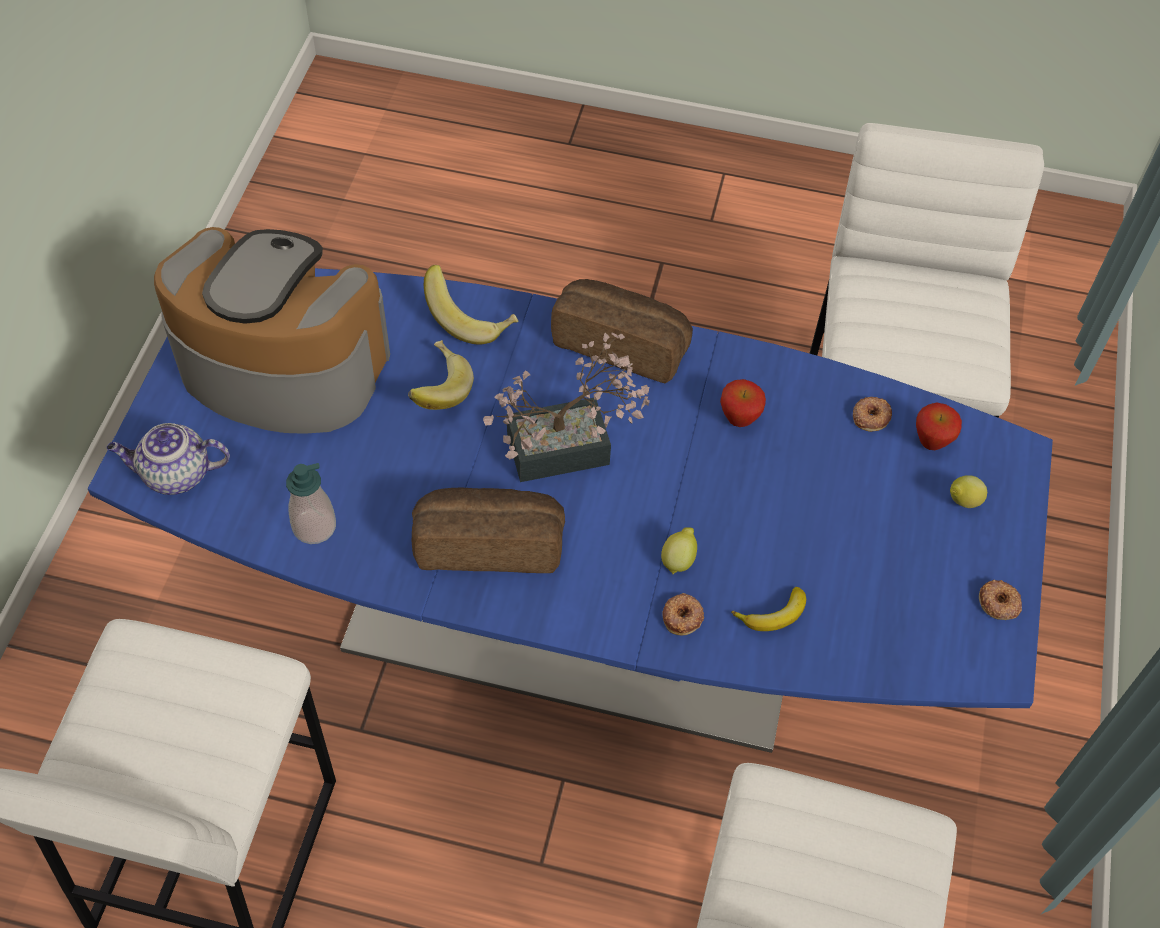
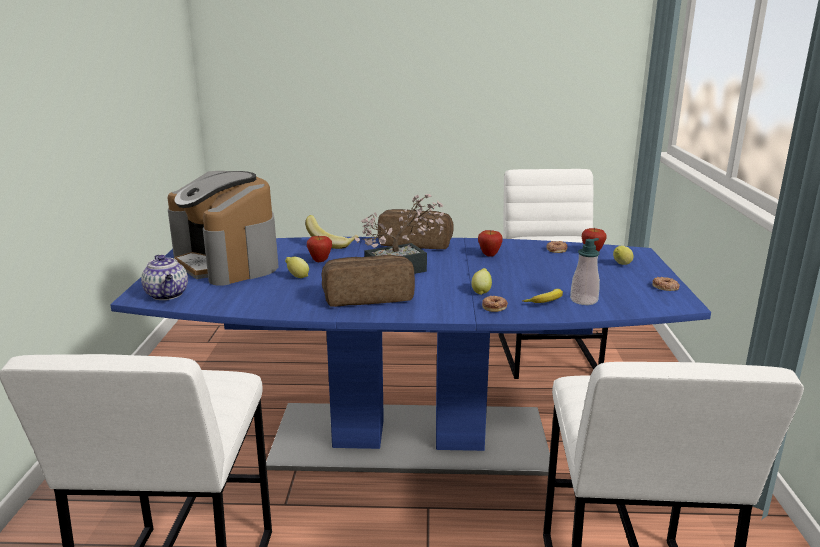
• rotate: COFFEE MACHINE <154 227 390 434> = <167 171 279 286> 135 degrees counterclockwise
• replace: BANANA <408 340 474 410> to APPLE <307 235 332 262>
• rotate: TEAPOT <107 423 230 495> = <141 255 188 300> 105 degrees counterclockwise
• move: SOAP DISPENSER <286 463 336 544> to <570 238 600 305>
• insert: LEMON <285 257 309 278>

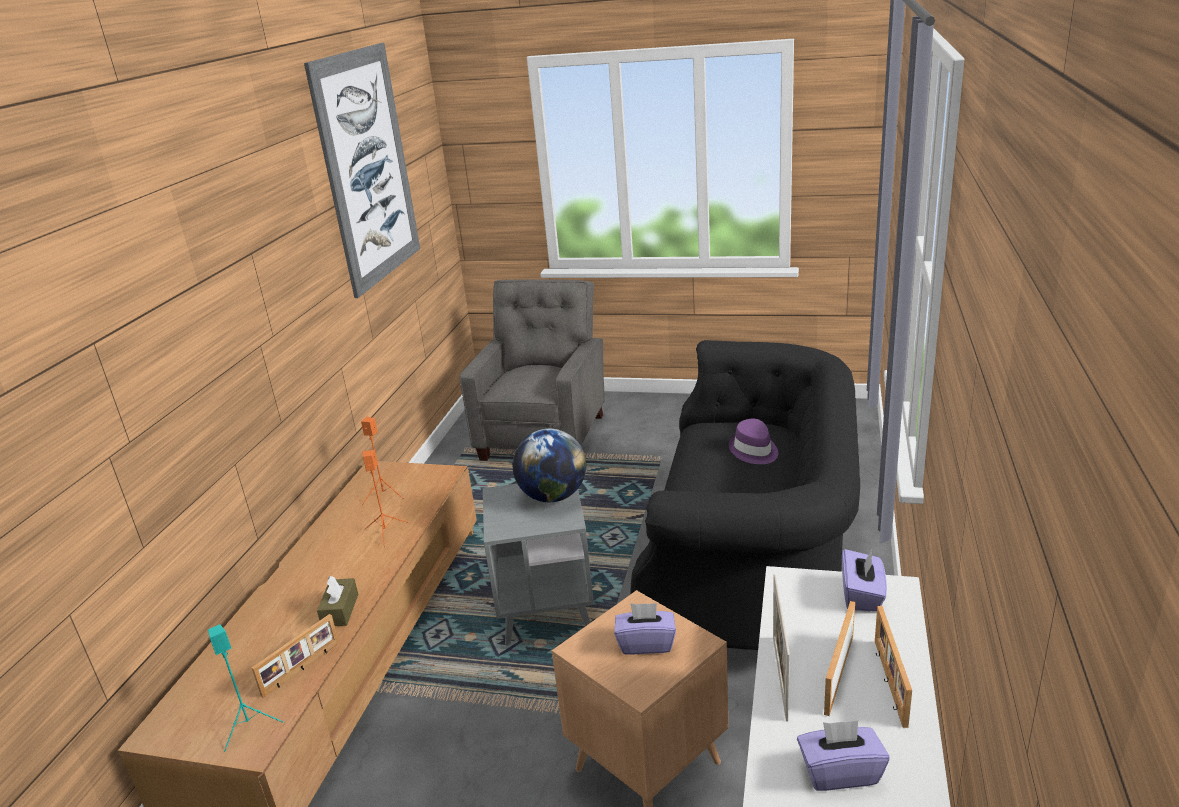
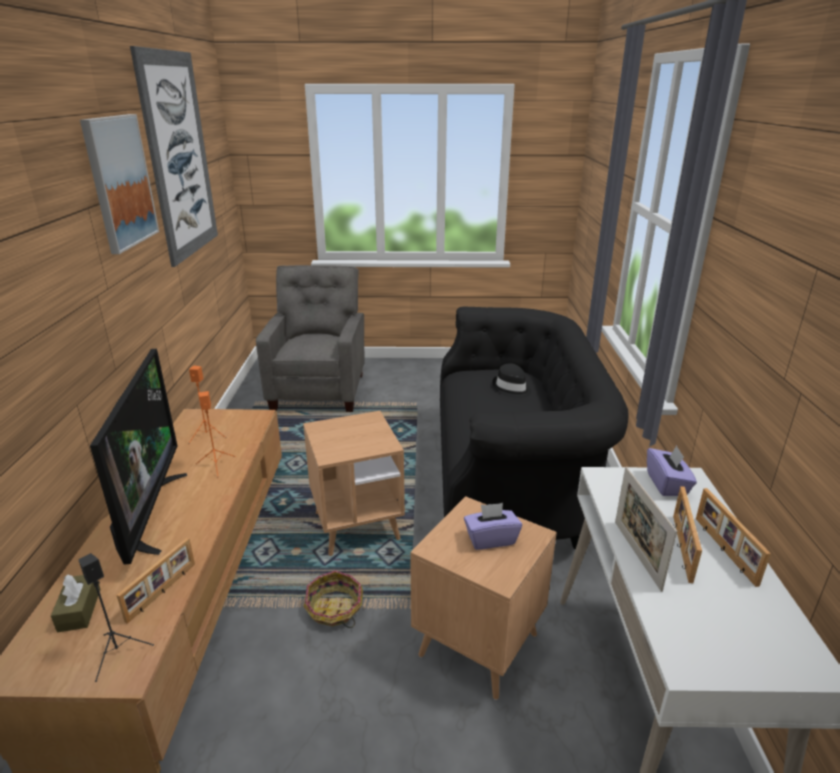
• recolor: PURPLE HAT <729 419 778 464> to BLACK HAT <492 363 531 398>
• delete: GLOBE <513 429 586 502>
• recolor: GREY SIDE TABLE <483 484 594 646> to BROWN SIDE TABLE <303 411 405 556>
• move: BROWN TISSUE BOX <317 576 358 626> to <51 575 101 633>
• recolor: TURQUOISE SPEAKER <208 624 283 751> to BLACK SPEAKER <78 553 154 682>
• delete: PURPLE TISSUE BOX <797 720 890 791>
• insert: PICTURE <80 114 159 254>
• insert: TELEVISION <90 349 187 565>
• insert: BASKET <304 570 363 628>

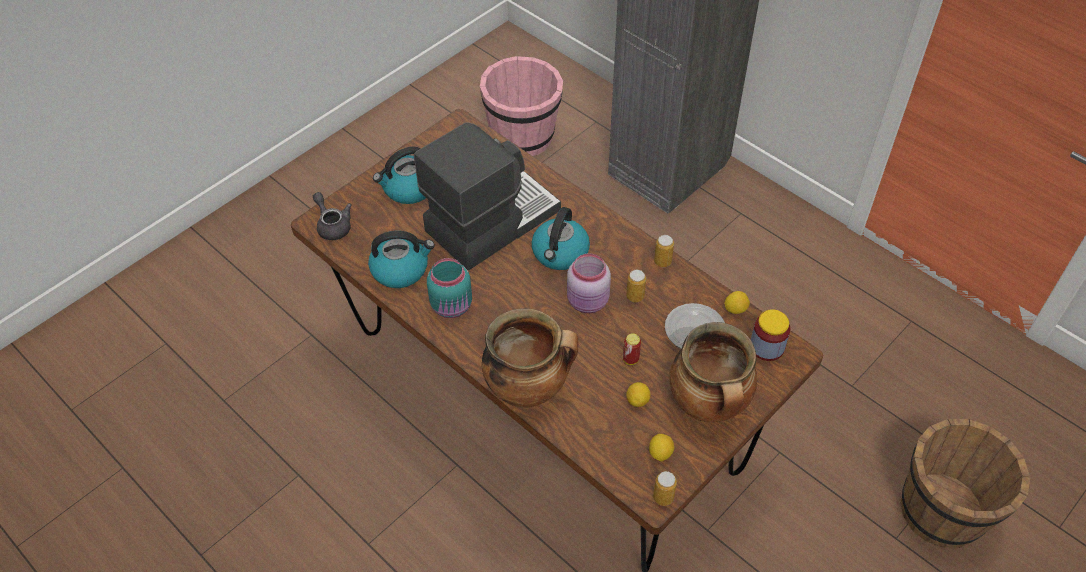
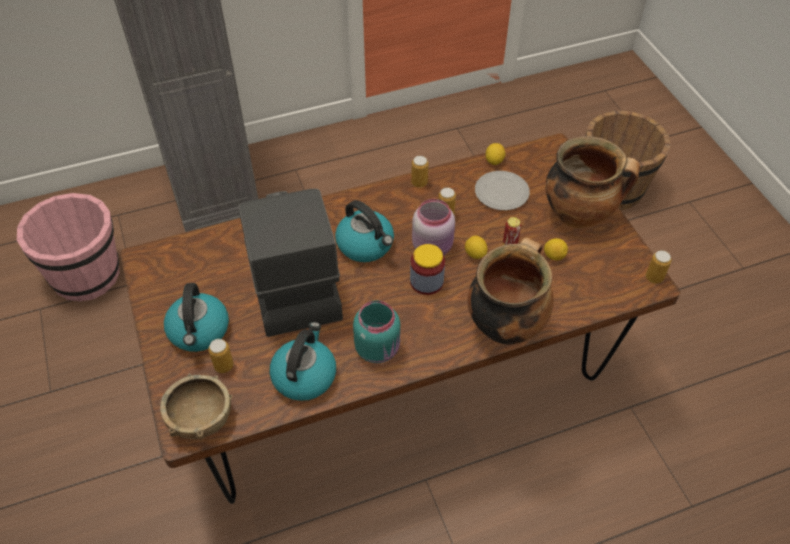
• replace: GREY TEAPOT <313 192 352 240> to BROWN BOWL <160 373 233 441>
• move: JAR <751 309 790 361> to <410 244 445 295>
• move: LEMON <649 434 674 461> to <465 236 487 259>
• insert: CAN <208 339 234 373>

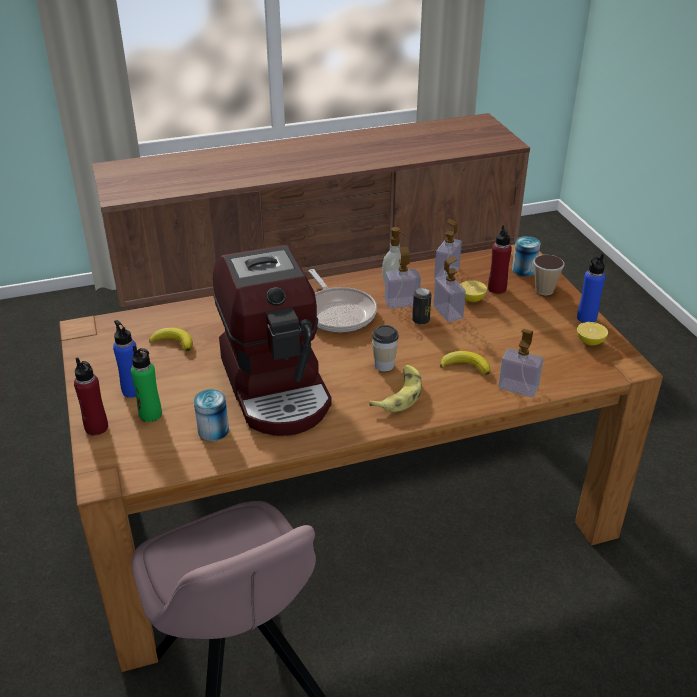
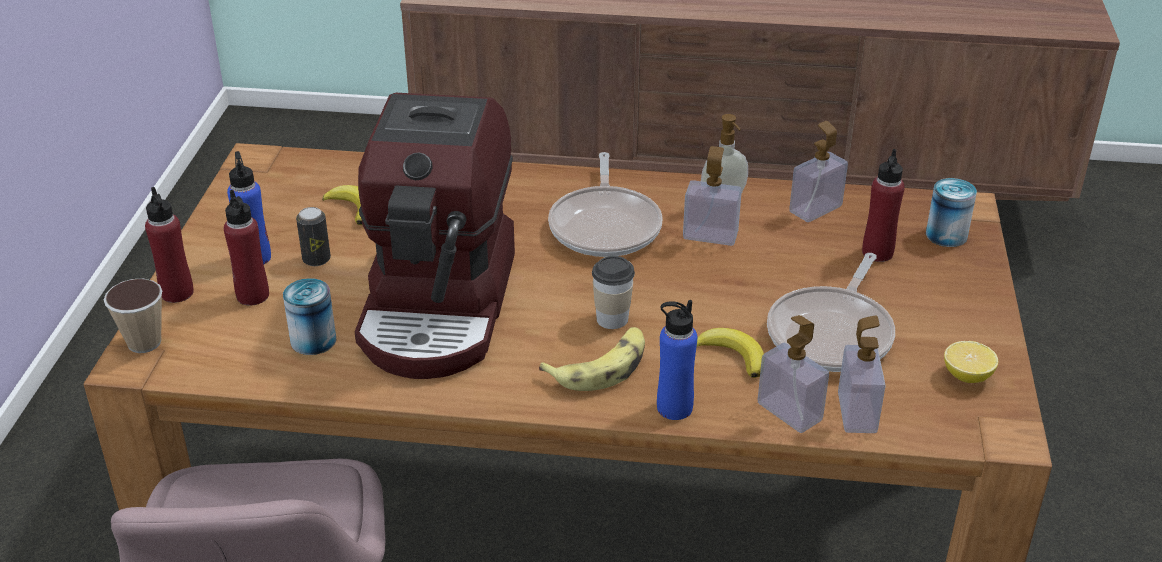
• move: BLUE BOTTLE <577 254 605 323> to <657 300 697 420>
• move: CUP <533 255 565 295> to <104 279 162 353>
• move: SOAP DISPENSER <433 256 466 322> to <838 315 886 433>
• delete: LEMON <460 280 487 302>
• move: CAN <412 288 431 325> to <296 207 331 266>
• recolor: GREEN BOTTLE <131 345 162 422> to RED BOTTLE <224 190 269 305>
• insert: FRYING PAN <767 253 895 372>

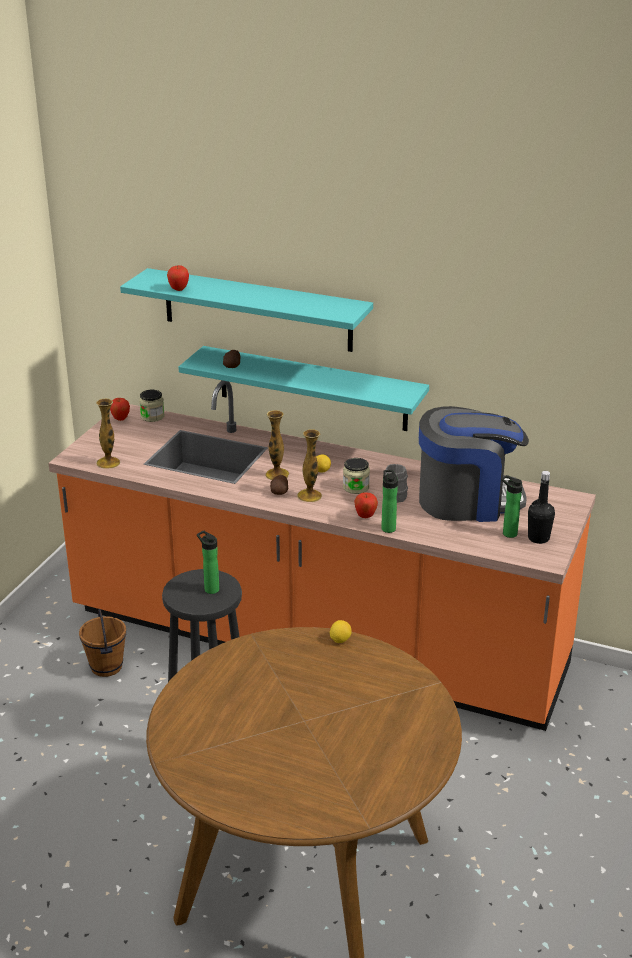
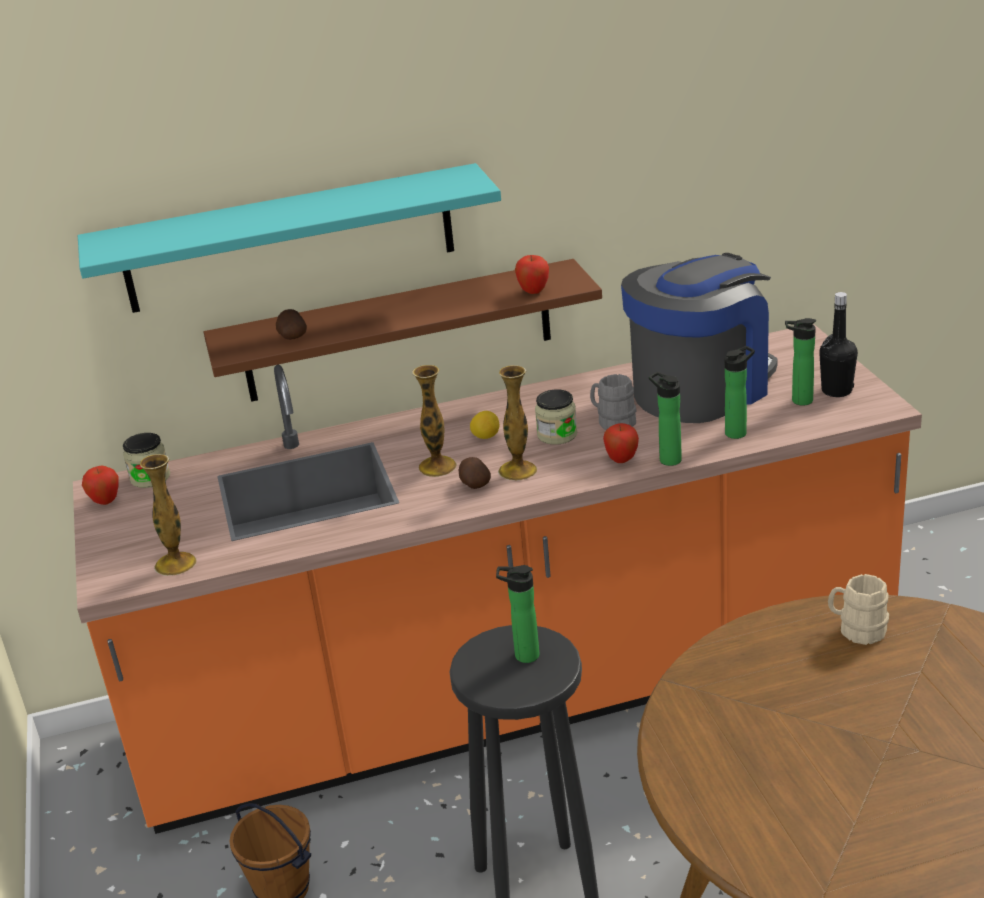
• move: APPLE <167 265 189 291> to <515 255 549 294>
• recolor: TURQUOISE SHELF <179 346 429 431> to BROWN SHELF <203 259 602 402>
• delete: LEMON <330 620 352 643>
• insert: BOTTLE <725 346 755 439>
• insert: BEIGE MUG <828 574 889 645>

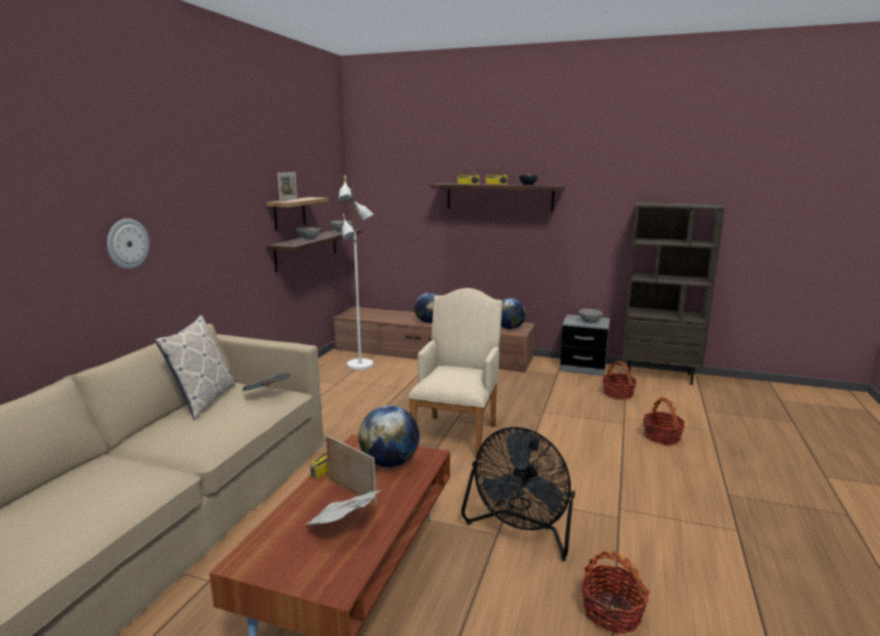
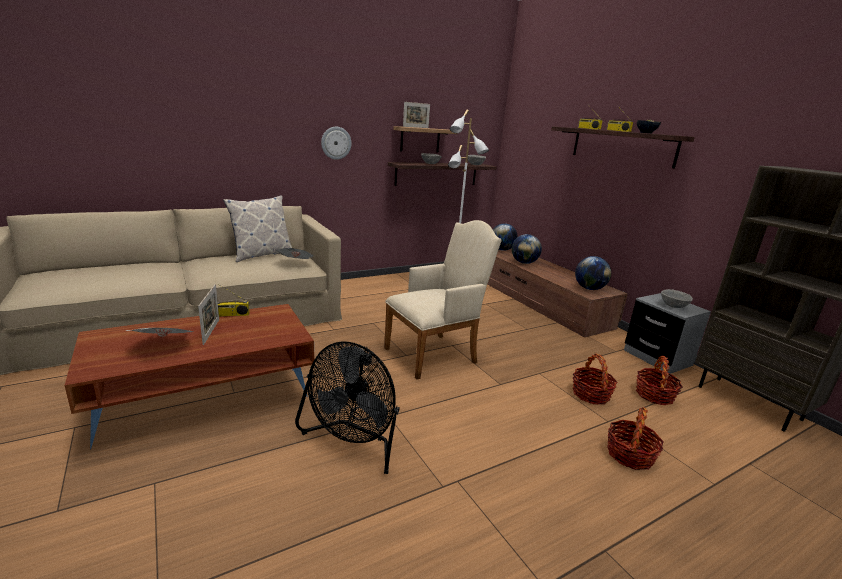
• move: WALL CLOCK <107 219 150 269> to <321 127 352 160>
• move: GLOBE <359 405 419 467> to <493 223 518 251>
• rotate: BLACK FAN <461 427 575 561> = <295 341 400 474> 45 degrees counterclockwise
• move: BASKET <581 550 649 634> to <573 353 617 405>

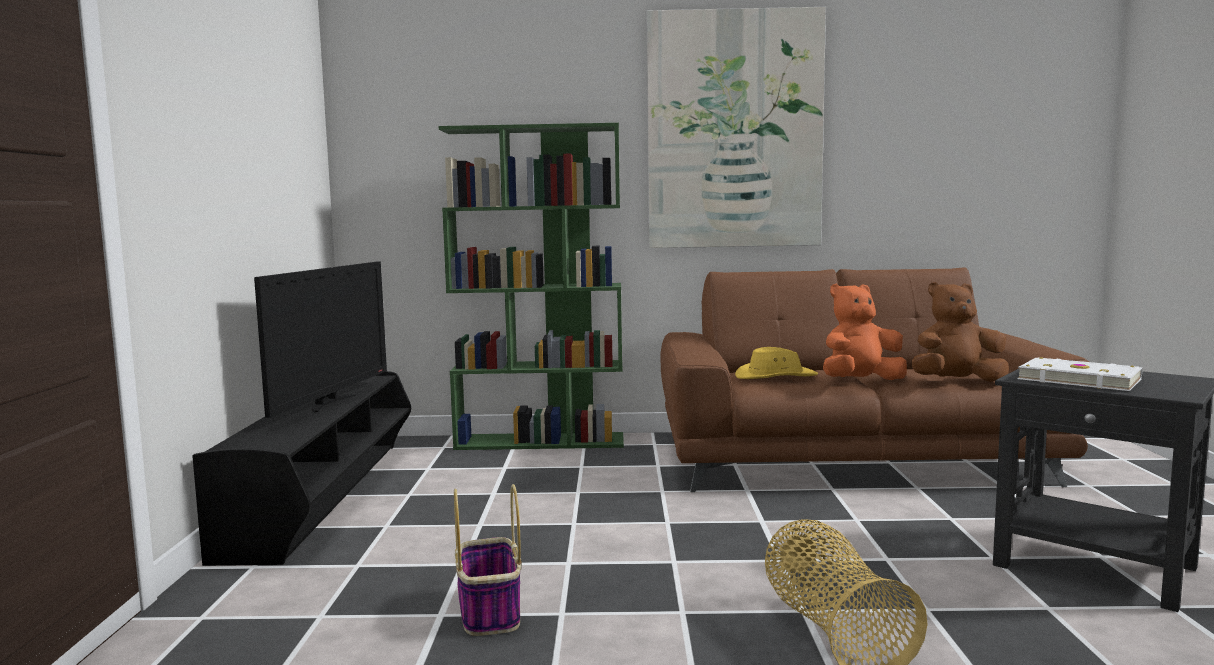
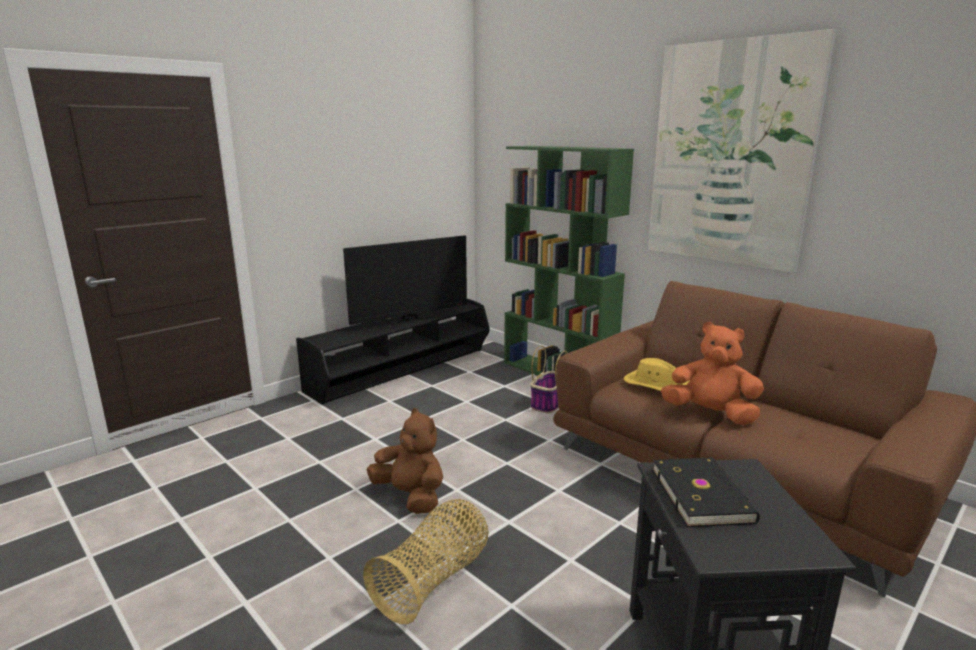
• move: BROWN PLUSH TOY <912 282 1009 382> to <367 408 443 514>
• recolor: WHITE BOOK <1018 357 1142 391> to BLACK BOOK <652 457 760 527>
• move: BASKET <454 484 522 636> to <530 345 568 414>

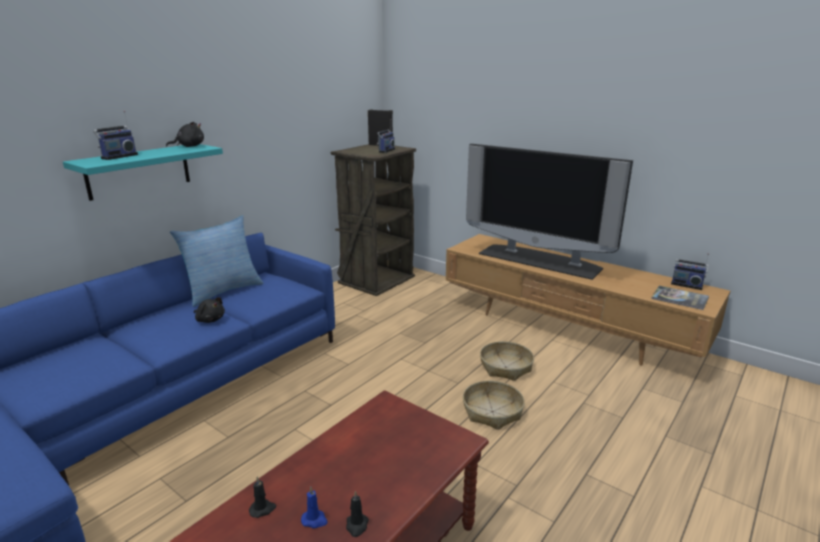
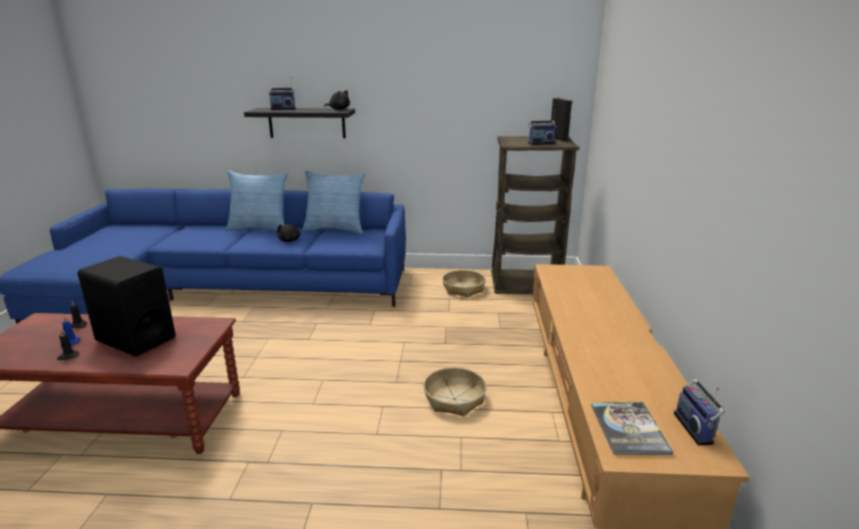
• recolor: TURQUOISE SHELF <63 144 223 201> to BLACK SHELF <244 108 355 138>
• delete: TELEVISION <466 144 633 280>
• move: BASKET <463 381 525 430> to <442 270 486 298>
• insert: PILLOW <226 170 288 231>
• insert: BLACK SPEAKER <77 256 175 356>

